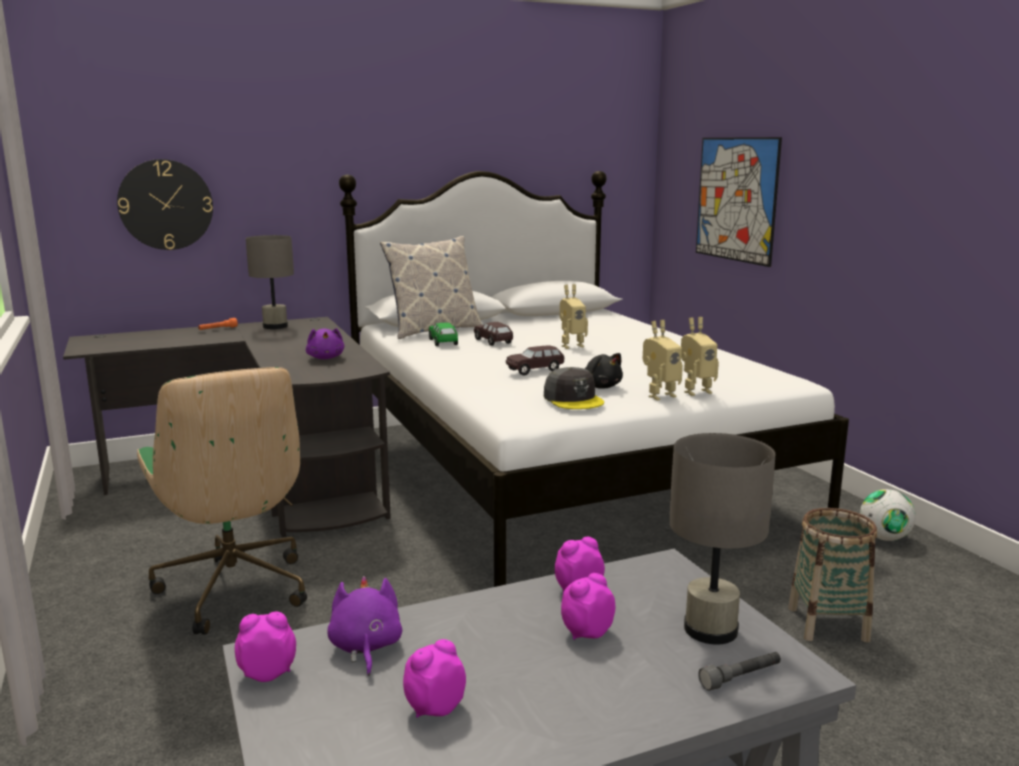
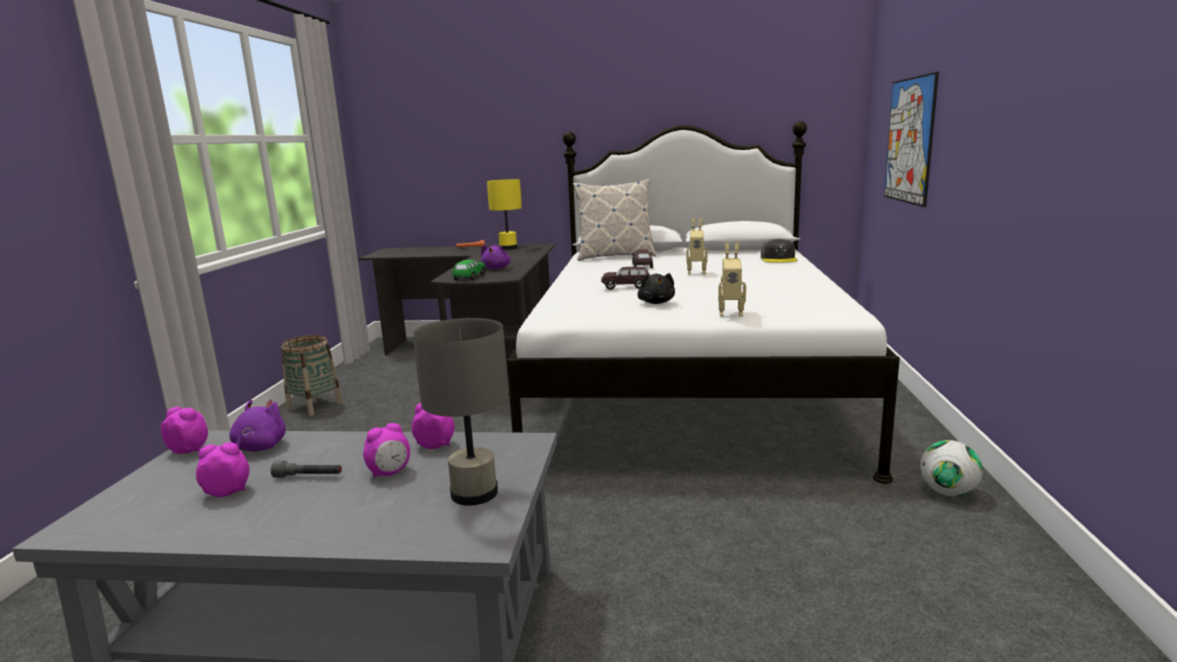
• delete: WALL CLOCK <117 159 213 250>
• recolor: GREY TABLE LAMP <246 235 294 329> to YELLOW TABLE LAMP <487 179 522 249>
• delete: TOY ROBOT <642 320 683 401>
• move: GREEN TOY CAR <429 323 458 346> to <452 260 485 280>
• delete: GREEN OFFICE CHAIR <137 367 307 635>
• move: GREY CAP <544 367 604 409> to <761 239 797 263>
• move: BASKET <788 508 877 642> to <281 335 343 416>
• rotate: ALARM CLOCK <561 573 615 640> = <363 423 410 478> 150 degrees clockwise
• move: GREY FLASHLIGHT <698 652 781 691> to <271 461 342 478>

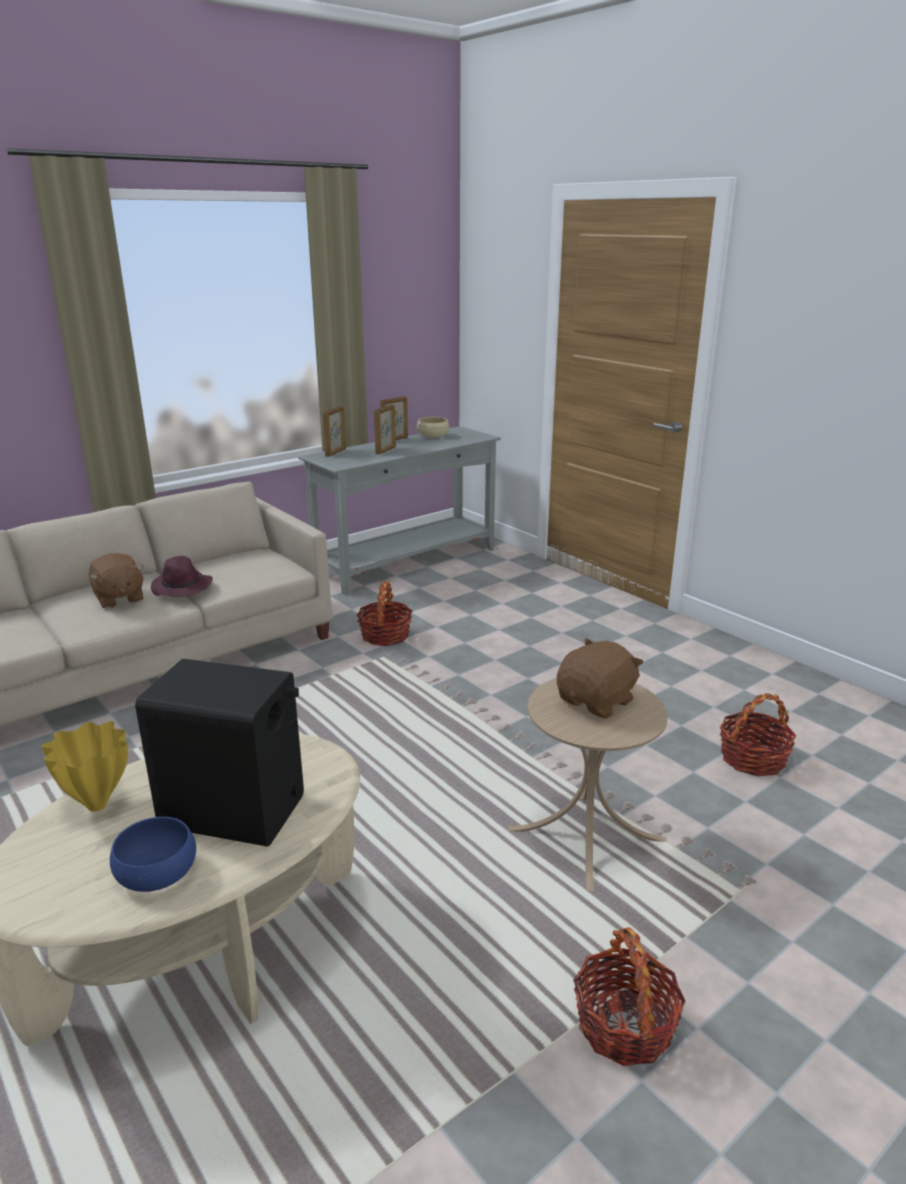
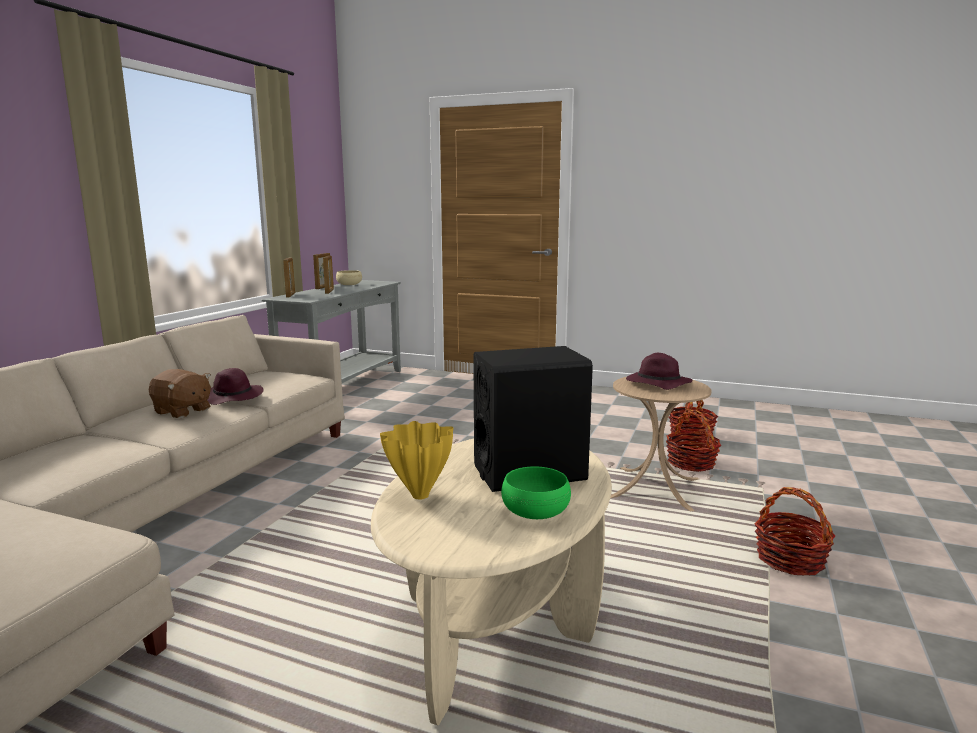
• move: BASKET <356 581 412 646> to <666 410 721 472>
• replace: BROWN PLUSH TOY <557 638 644 719> to PURPLE HAT <626 353 693 390>
• recolor: BLUE BOWL <110 817 196 892> to GREEN BOWL <501 467 571 519>

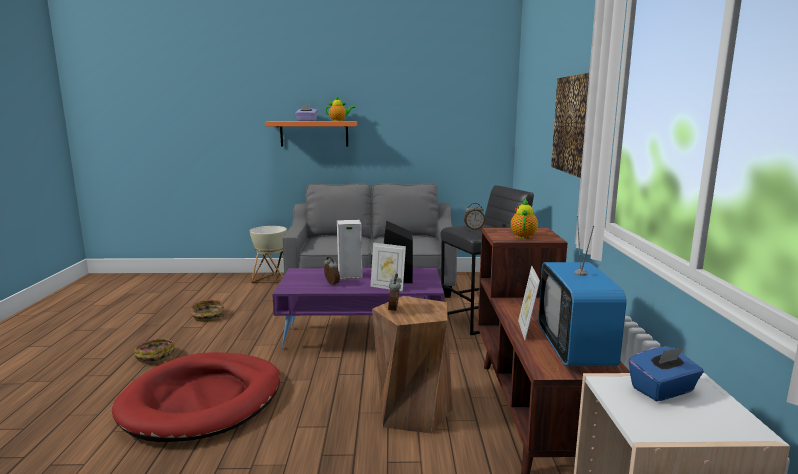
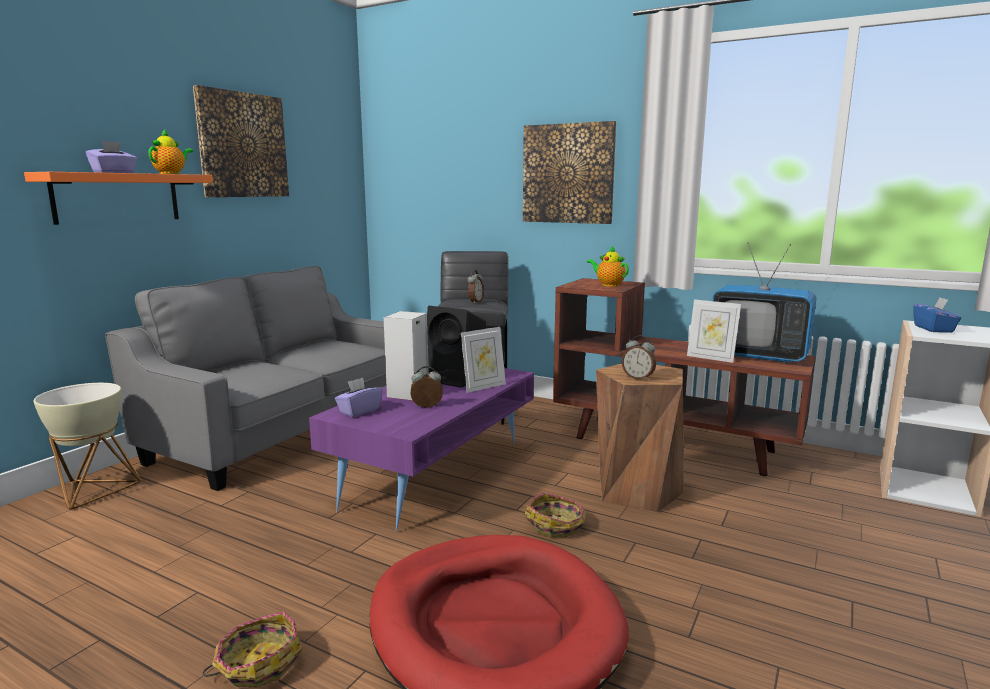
• move: BASKET <191 300 225 322> to <524 492 587 538>
• insert: PICTURE <193 85 289 197>
• insert: PURPLE TISSUE BOX <335 378 383 417>

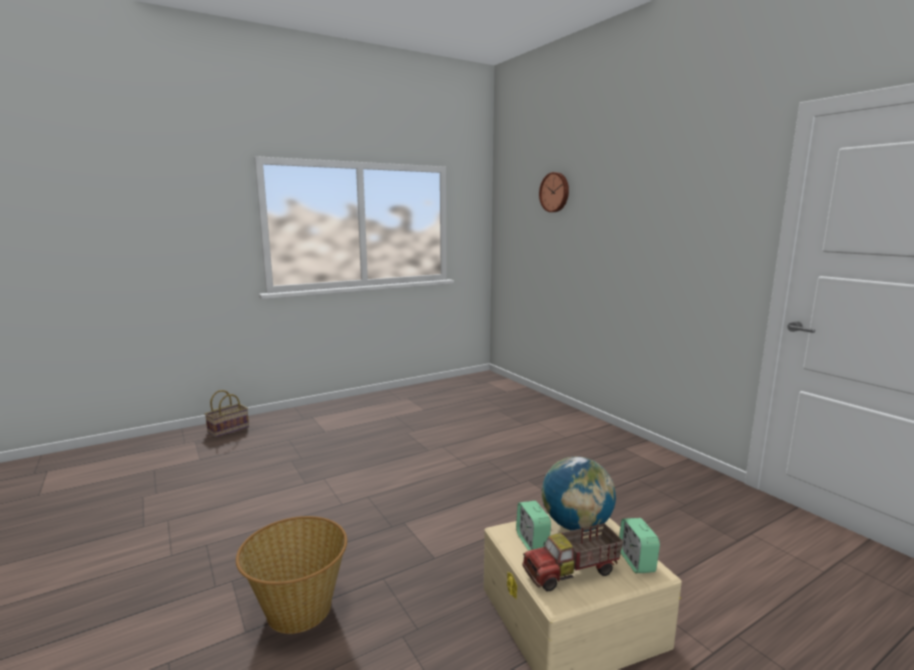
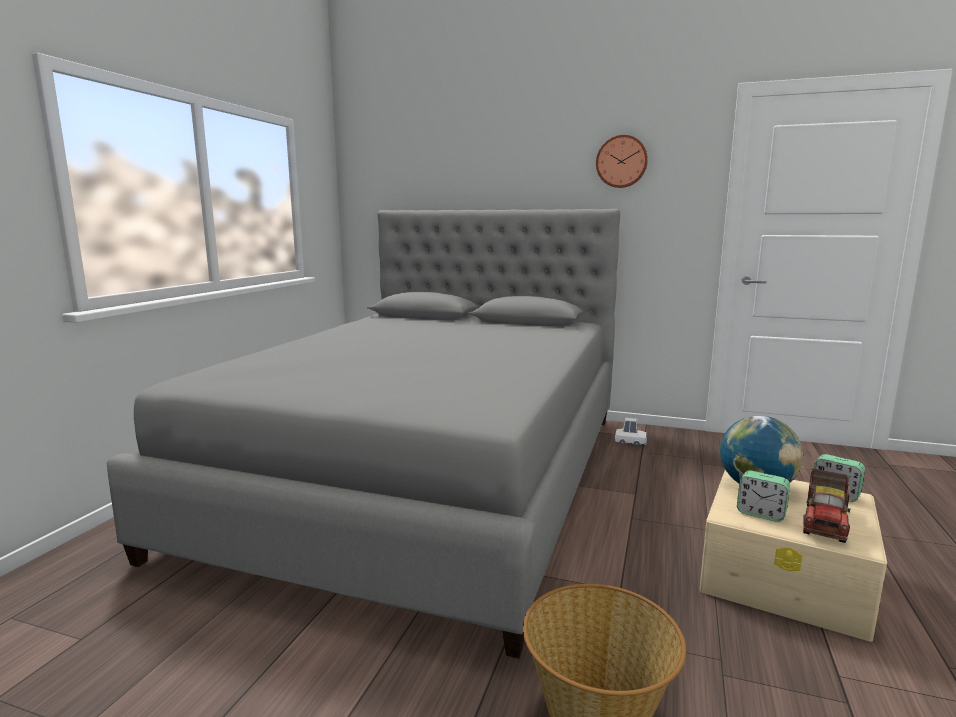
• move: WALL CLOCK <539 172 569 212> to <596 135 648 188>
• delete: BASKET <205 390 249 438>
• insert: GREY BED <106 209 620 658>
• insert: WHITE TOY CAR <615 418 647 446>

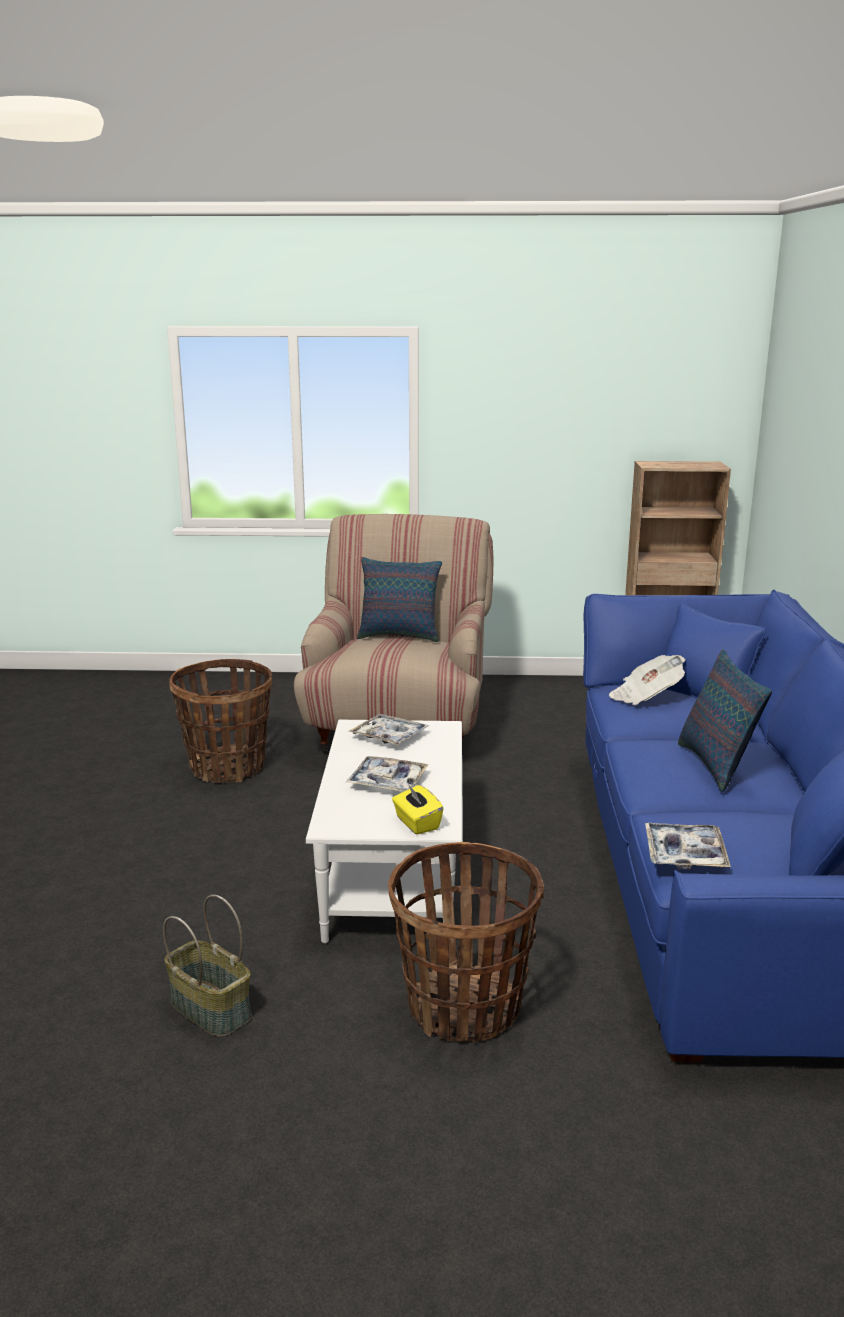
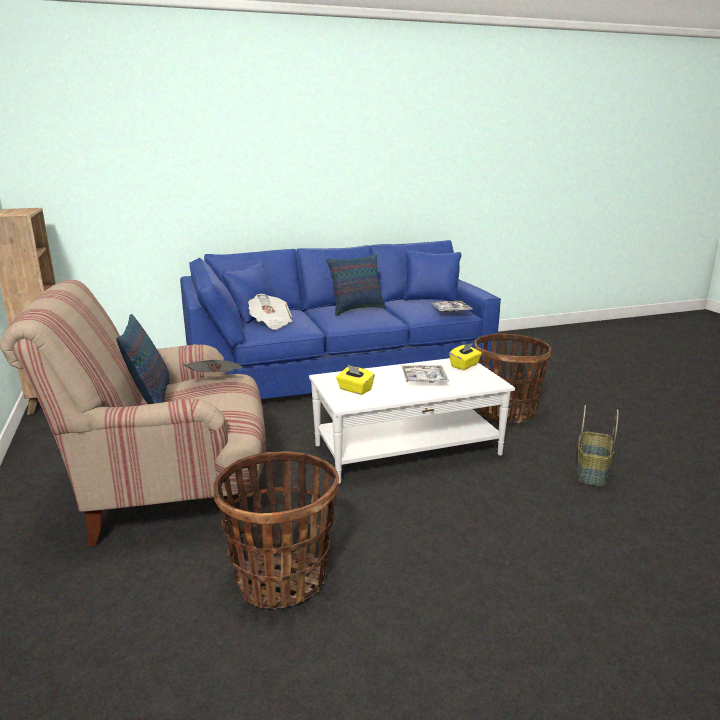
• replace: TRAY <349 714 429 745> to YELLOW TISSUE BOX <336 364 375 395>
• insert: NEWSPAPER <183 360 243 372>

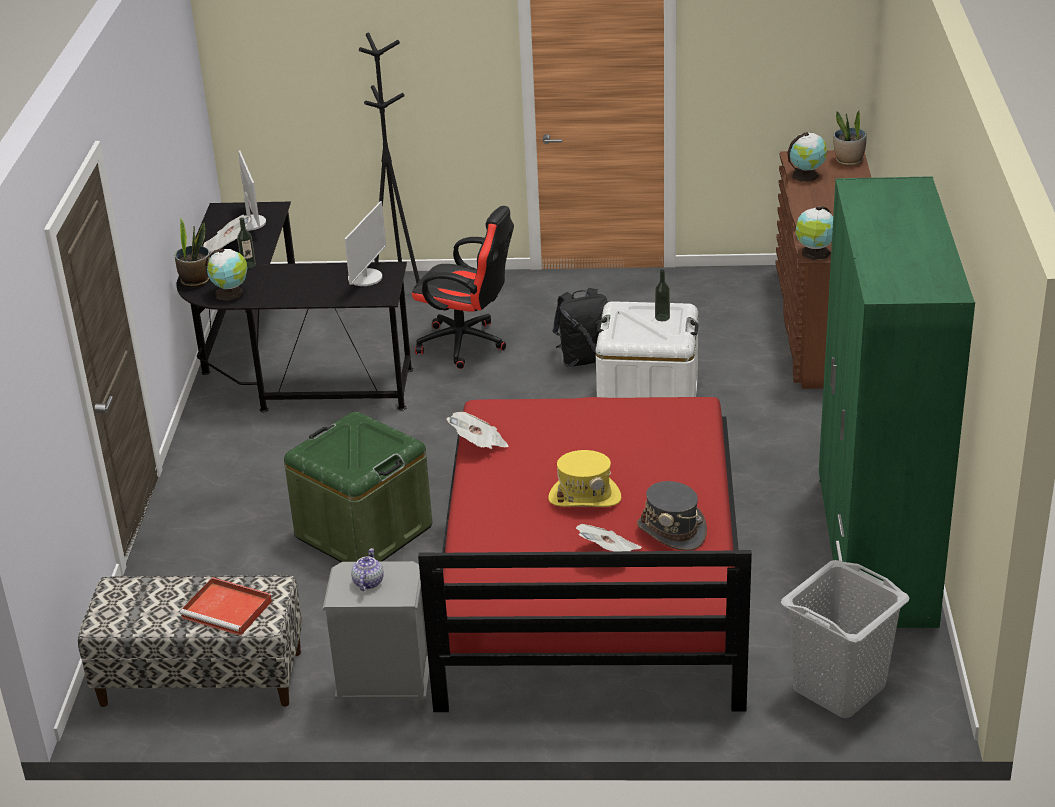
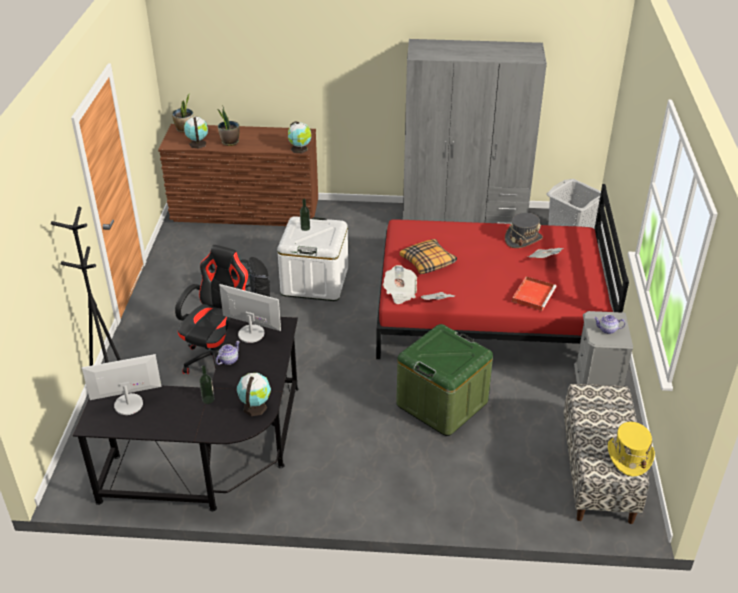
• recolor: GREEN WARDROBE <819 176 975 628> to GREY WARDROBE <403 39 547 224>
• move: NEWSPAPER <203 215 251 254> to <383 265 417 304>
• move: POTTED PLANT <175 217 210 287> to <218 105 240 146>
• move: YELLOW HAT <548 450 621 507> to <608 422 655 476>
• move: RED TRAY <180 577 272 636> to <512 276 556 311>
• insert: PILLOW <399 239 457 274>
• insert: TEAPOT <216 341 240 365>

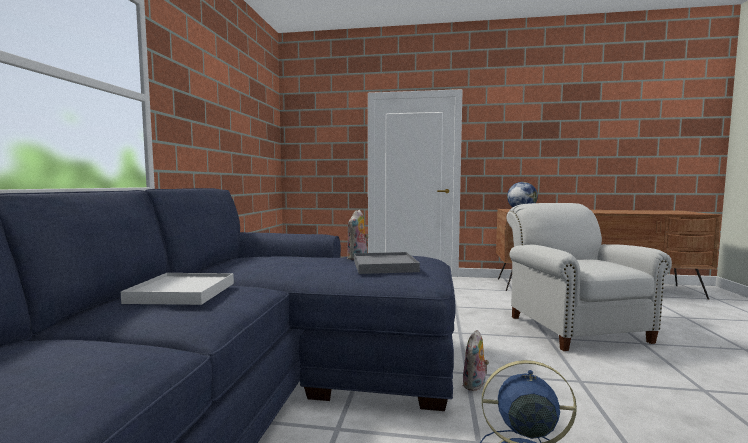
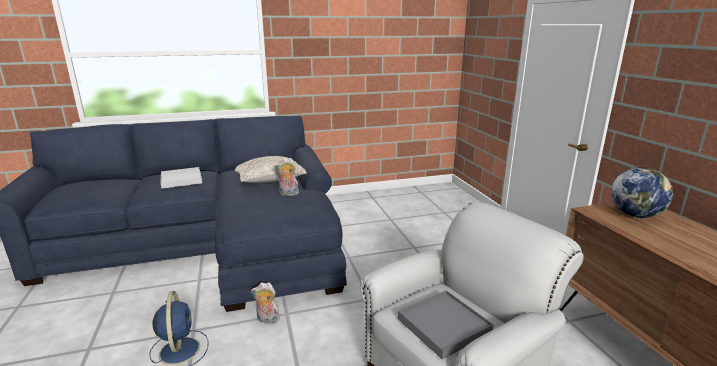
• move: GREY TRAY <354 252 420 274> to <398 290 494 359>
• insert: BEIGE PILLOW <235 156 307 183>

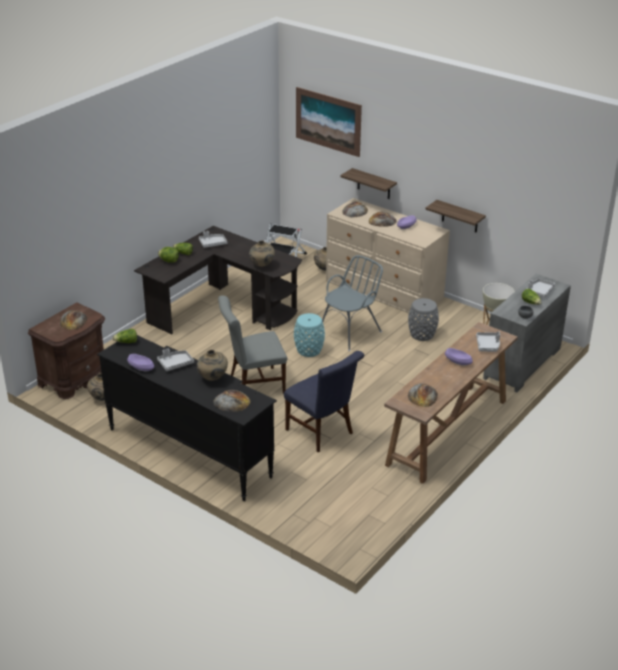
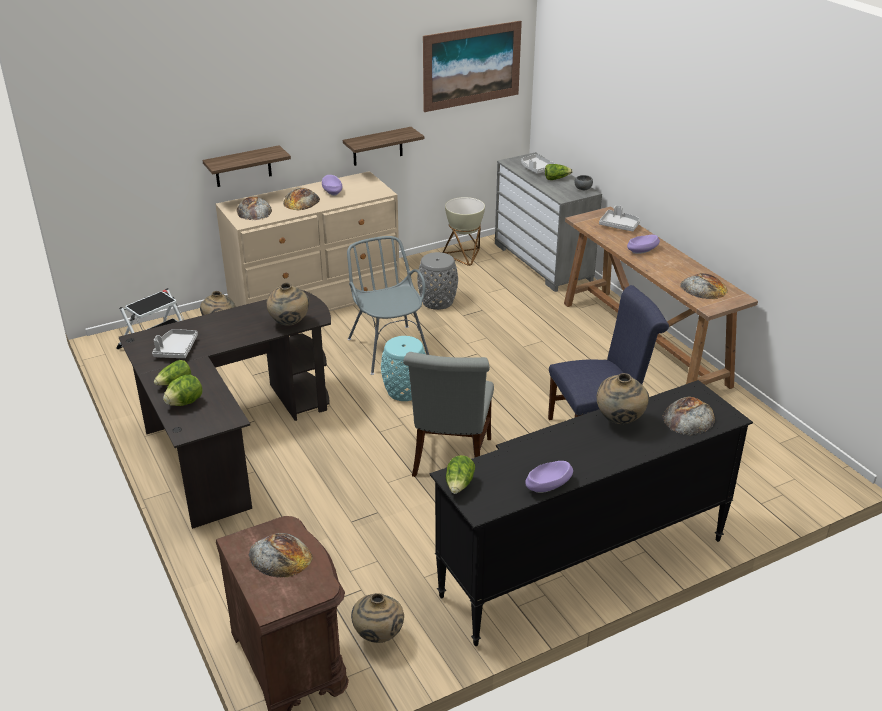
• move: PICTURE <296 87 362 157> to <423 21 522 112>
• delete: GREY TRAY <157 349 194 371>

